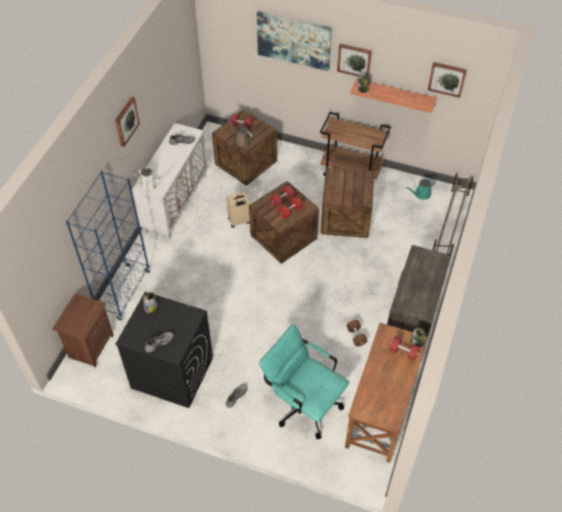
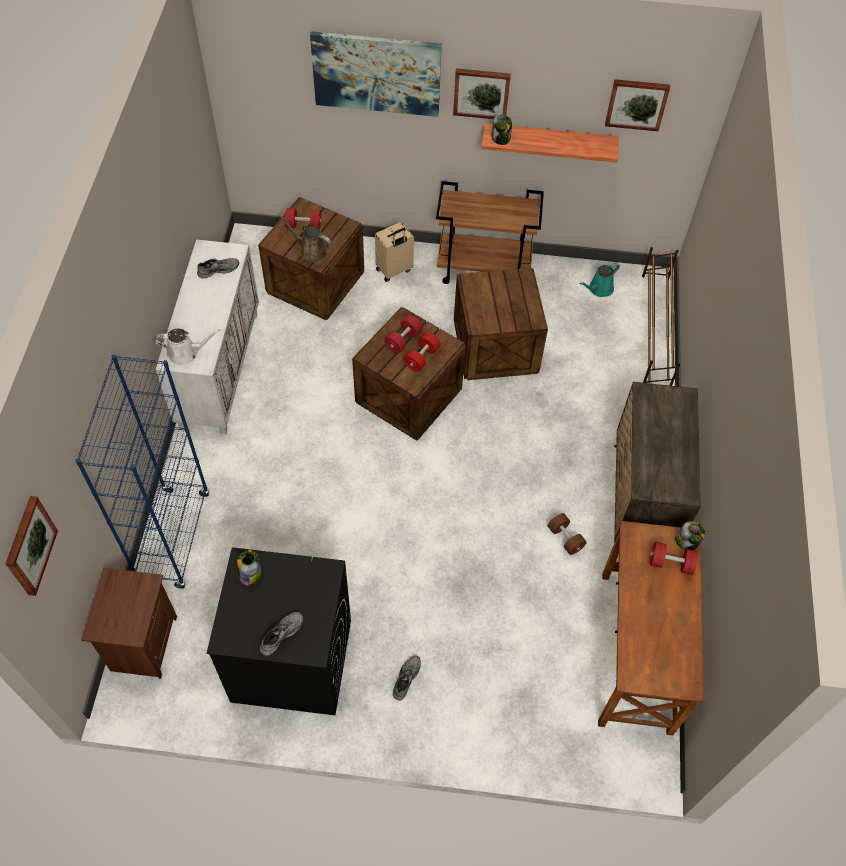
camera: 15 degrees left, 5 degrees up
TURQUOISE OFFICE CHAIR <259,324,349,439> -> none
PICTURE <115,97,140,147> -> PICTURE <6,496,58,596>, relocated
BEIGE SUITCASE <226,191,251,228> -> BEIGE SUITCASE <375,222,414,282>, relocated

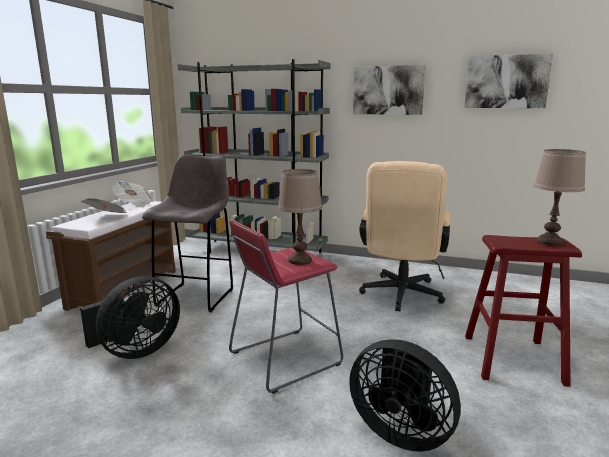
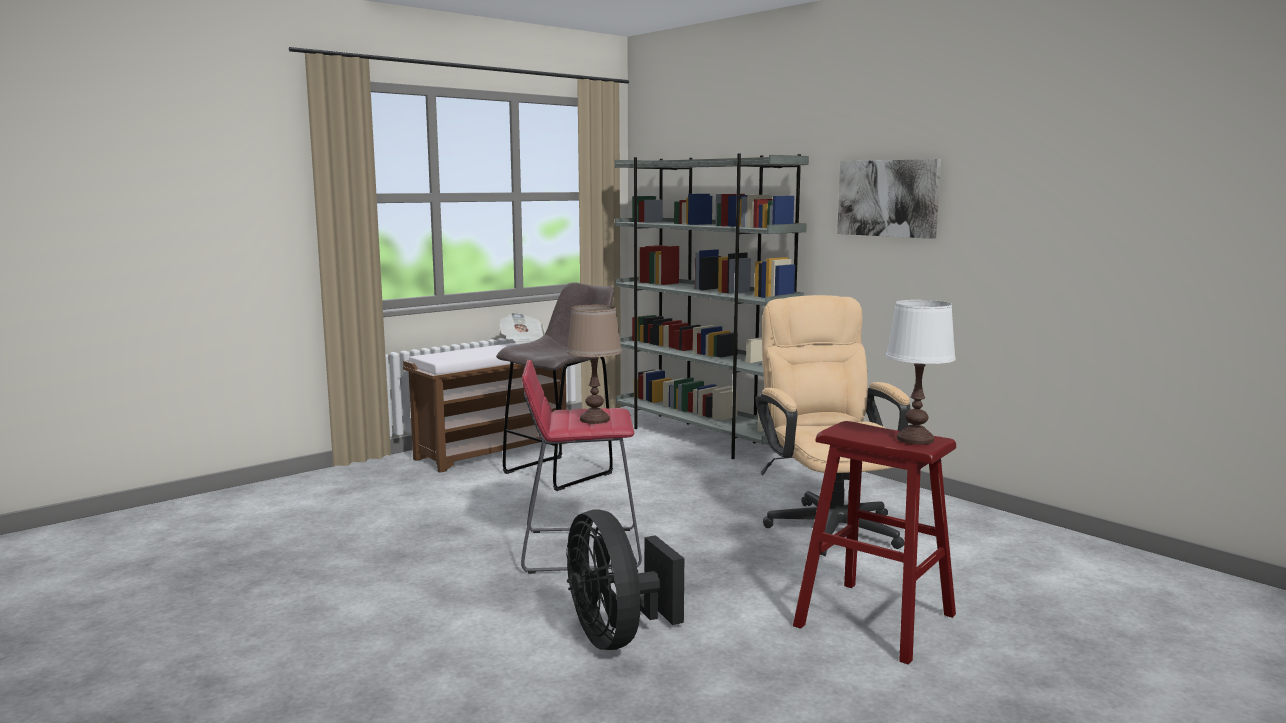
camera: 30 degrees right, 5 degrees down
BLACK FAN <80,276,180,359> -> none
NEWSPAPER <81,198,127,213> -> none
PICTURE <464,54,553,108> -> none
BROWN TABLE LAMP <534,149,586,246> -> WHITE TABLE LAMP <885,300,956,445>
BEIGE OFFICE CHAIR <359,161,451,311> -> BEIGE OFFICE CHAIR <755,295,910,556>, 120 degrees clockwise

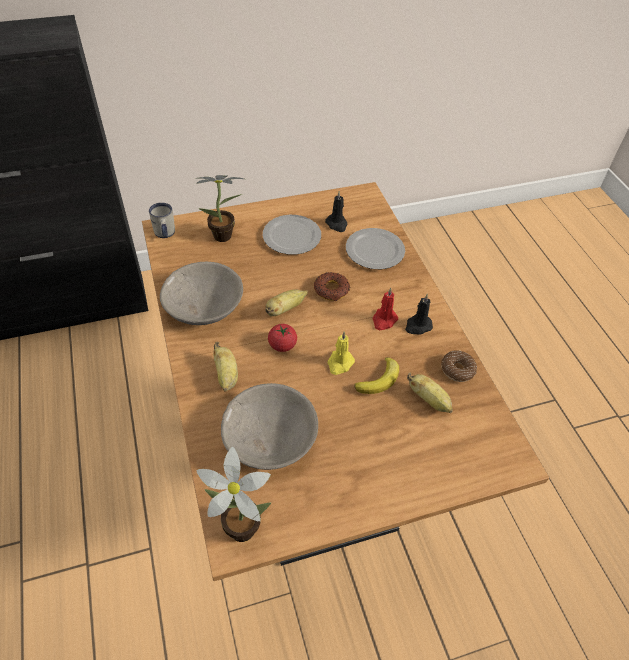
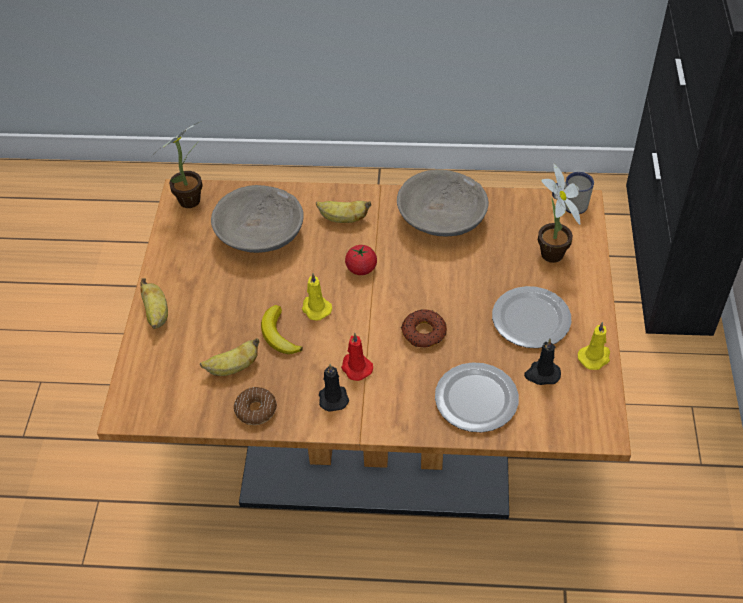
camera: 115 degrees right, 0 degrees up
none -> YELLOW CANDLE <578,322,610,370>
BANANA <265,289,308,316> -> BANANA <140,278,168,329>, relocated

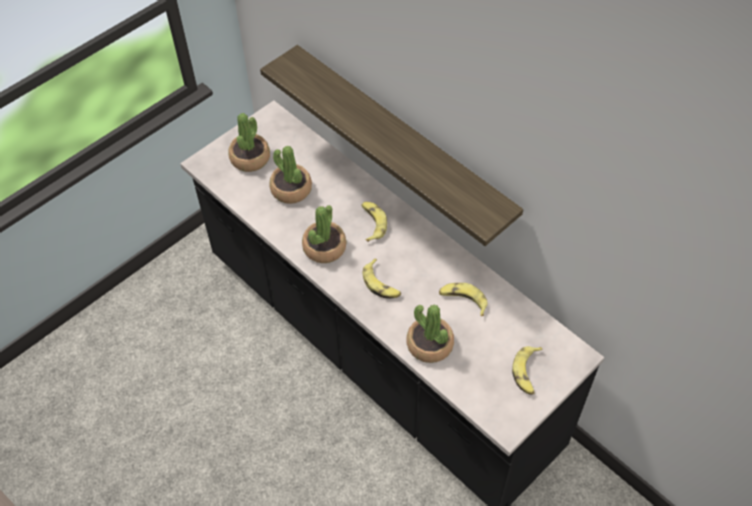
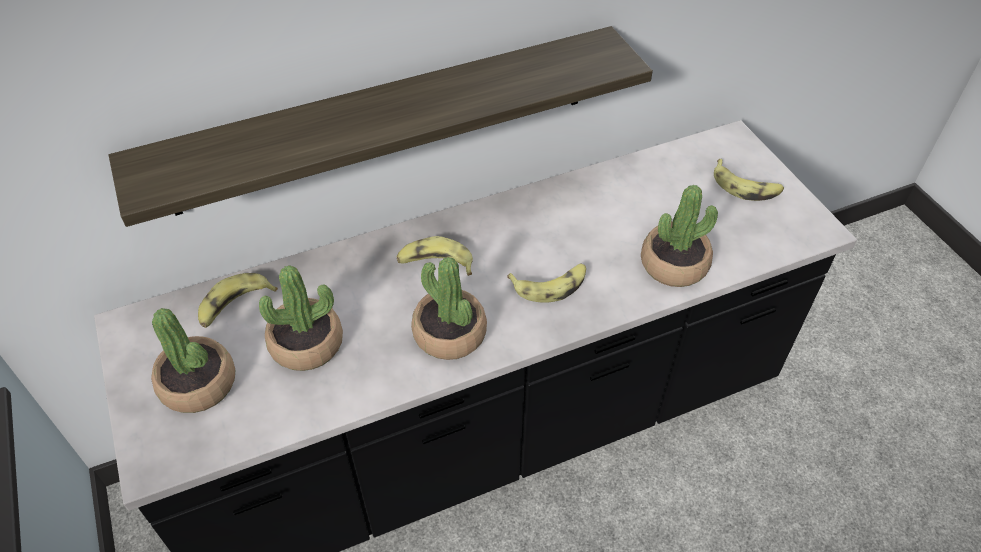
camera: 70 degrees left, 5 degrees down
BANANA <439,283,487,316> -> BANANA <198,273,278,328>, relocated

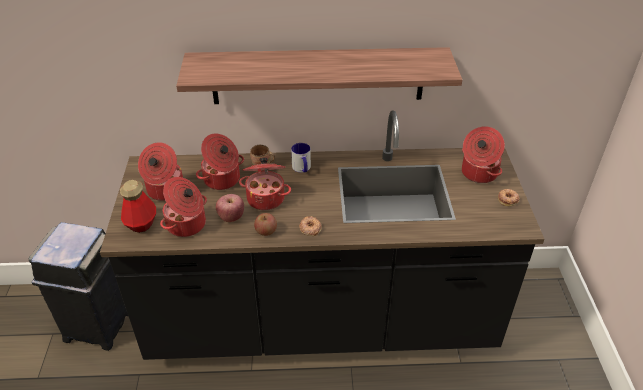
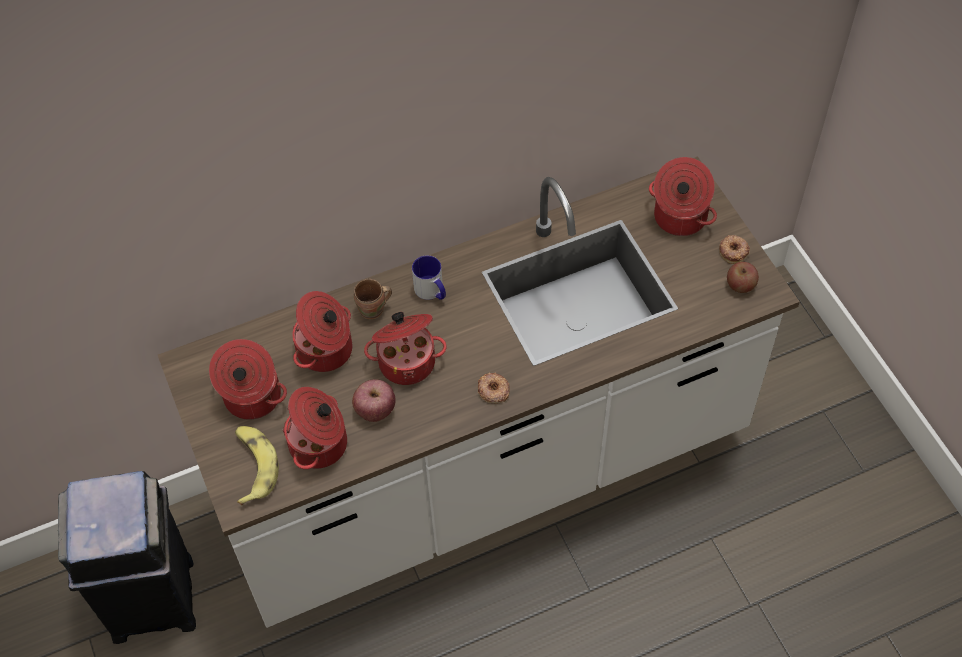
camera: 20 degrees left, 15 degrees up
SHELF <176,47,463,104> -> none
APPLE <254,213,277,236> -> APPLE <727,262,759,293>, relocated
BOTTLE <120,180,156,233> -> BANANA <235,426,279,505>
BLACK COUNTER <100,110,545,360> -> WHITE COUNTER <158,156,800,628>

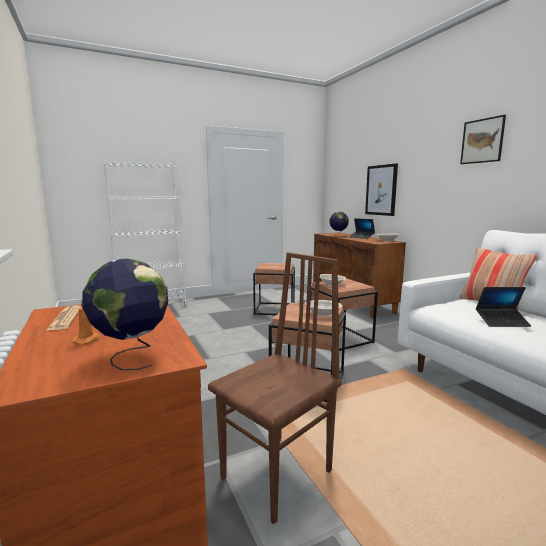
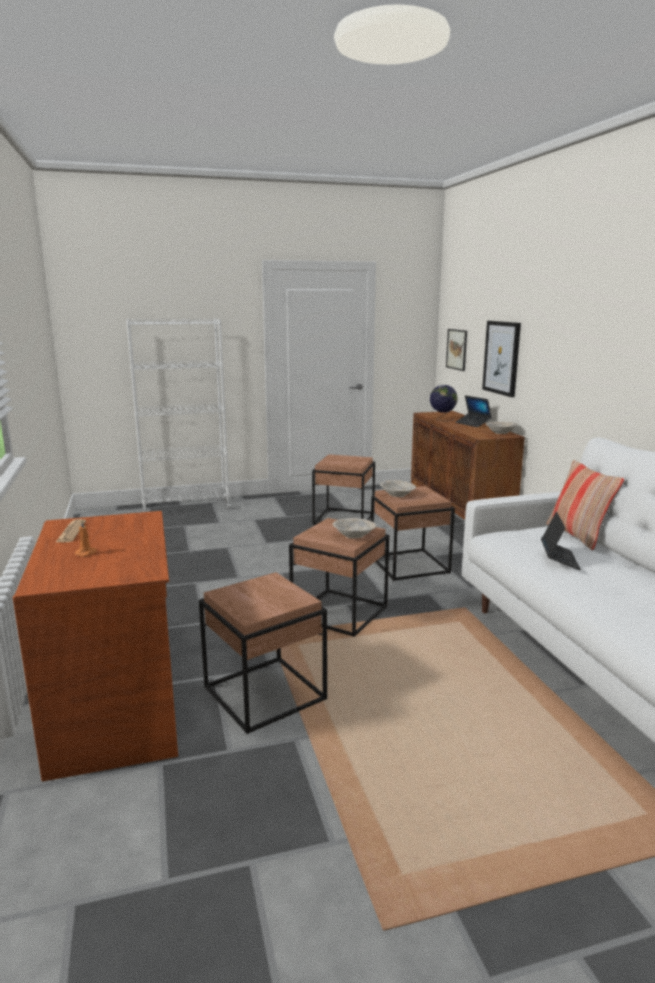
camera: 10 degrees right, 5 degrees up
GLOBE <82,259,168,370> -> none
PICTURE <460,115,506,164> -> PICTURE <446,329,467,371>, relocated
BROWN CHAIR <208,252,342,524> -> BROWN SIDE TABLE <199,572,327,735>
LAPTOP <476,287,531,327> -> LAPTOP <541,511,581,570>, 90 degrees counterclockwise

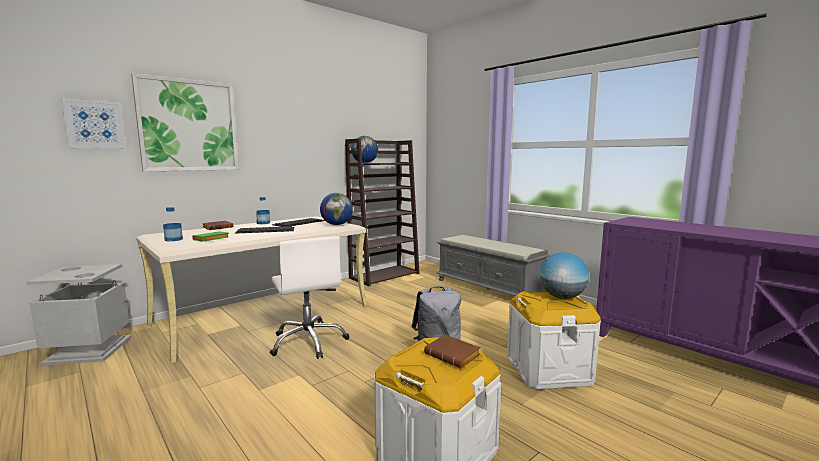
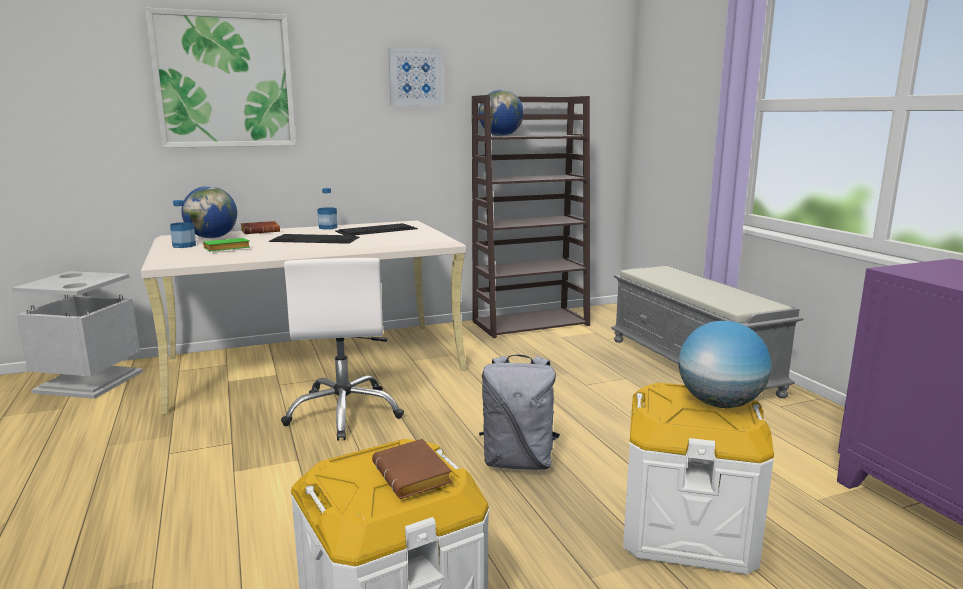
camera: 20 degrees right, 5 degrees up
PICTURE <61,98,126,149> -> PICTURE <388,48,443,106>, relocated
GLOBE <320,193,353,225> -> GLOBE <181,186,237,238>, relocated

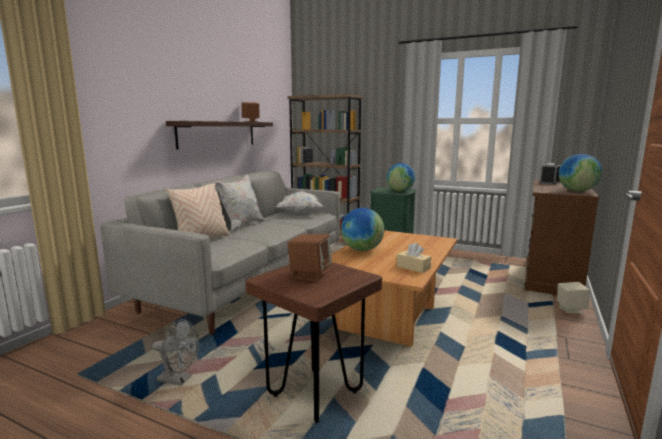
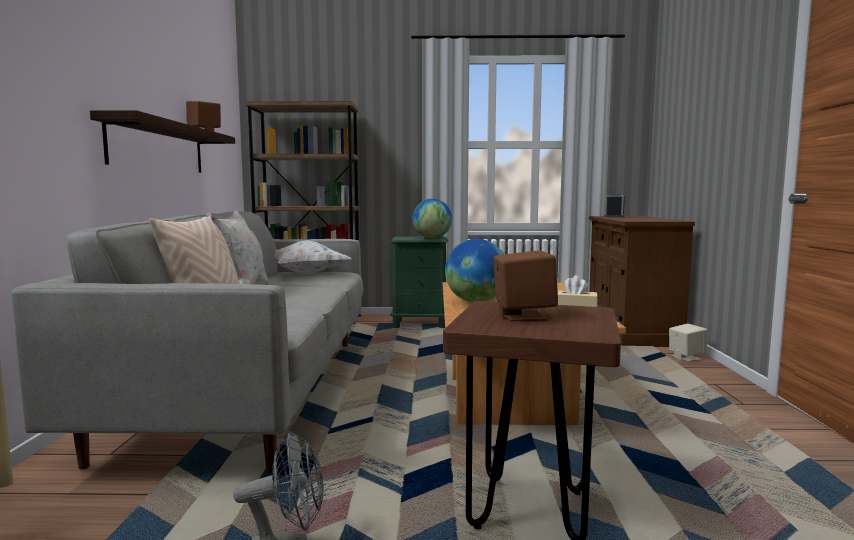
camera: 25 degrees left, 5 degrees down
GLOBE <559,154,602,191> -> none

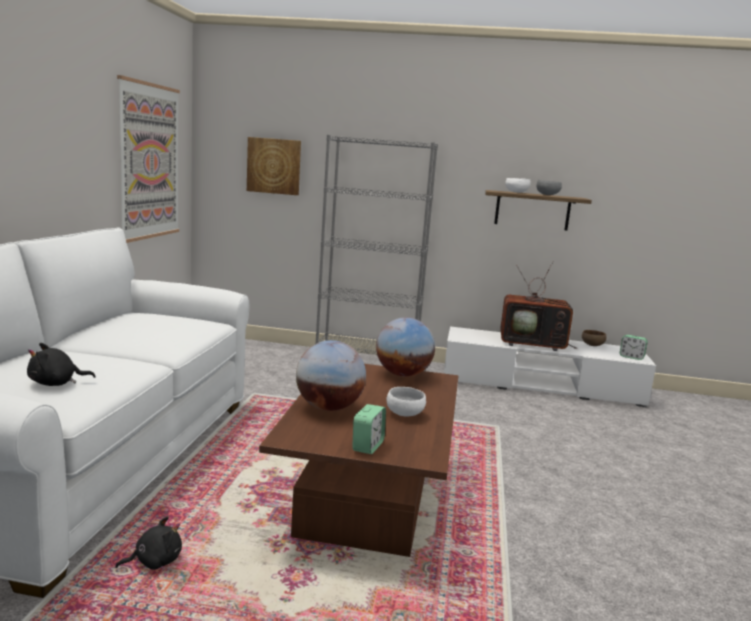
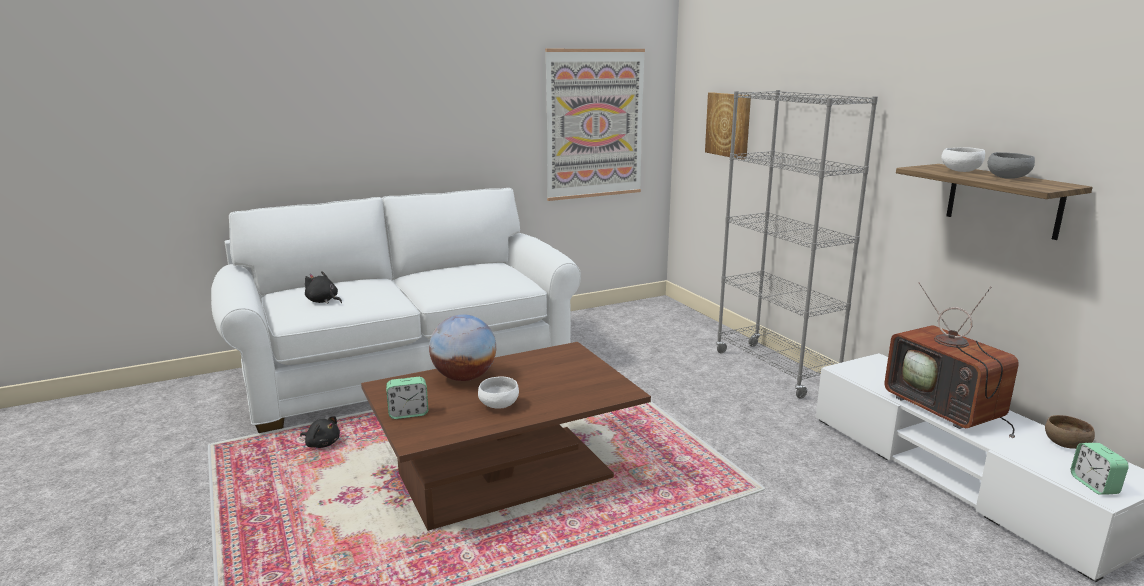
camera: 55 degrees right, 5 degrees up
GLOBE <376,317,435,377> -> none

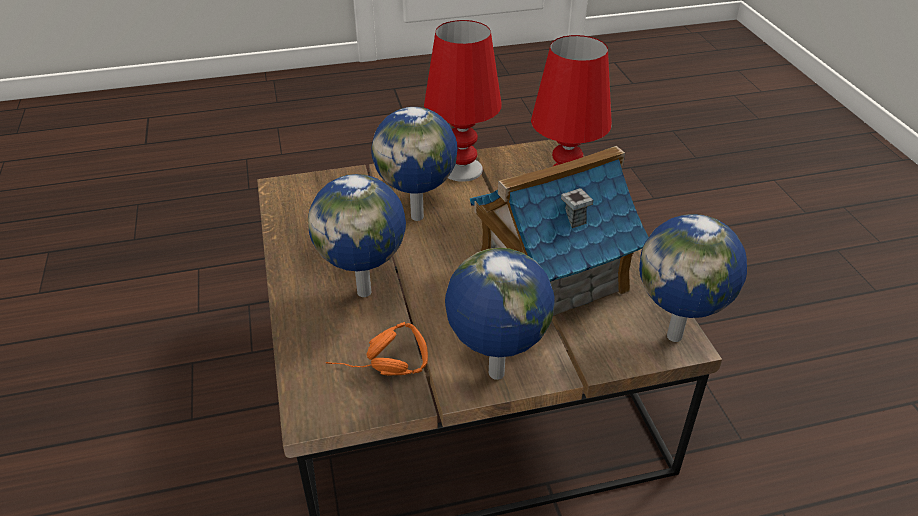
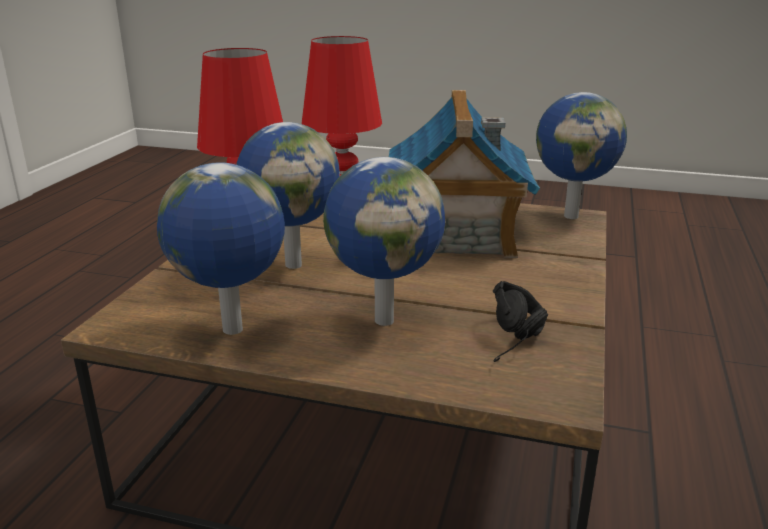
camera: 60 degrees left, 15 degrees down
GLOBE <445,248,555,380> -> GLOBE <157,162,285,335>, relocated
ORANGE HEADPHONES <325,322,428,375> -> BLACK HEADPHONES <493,281,548,362>

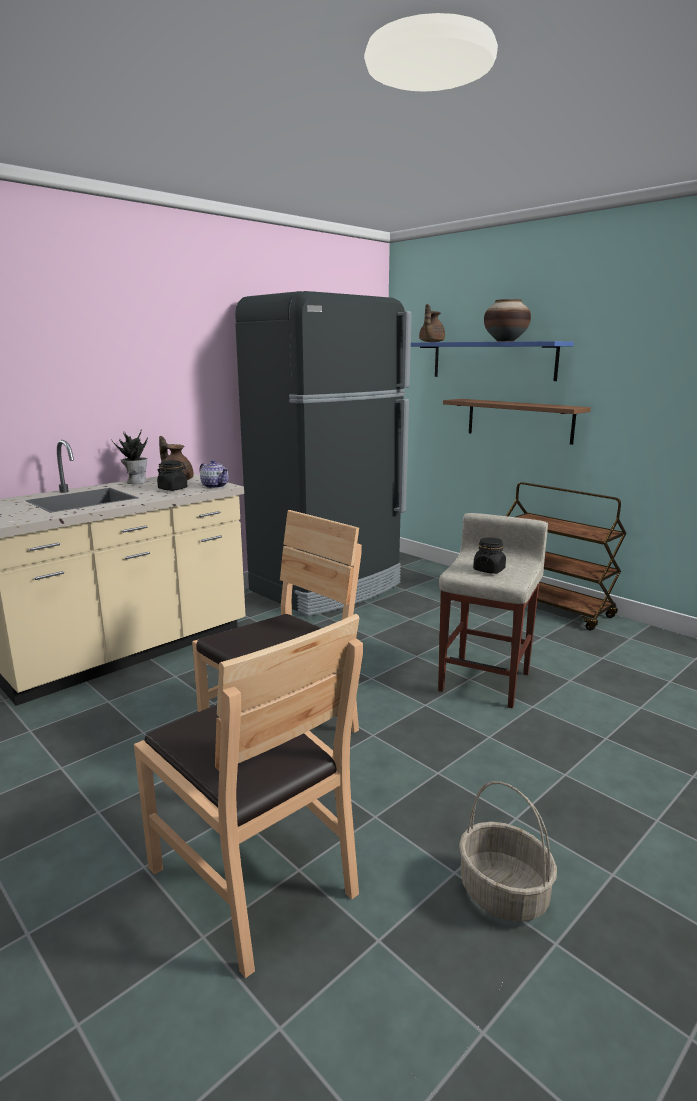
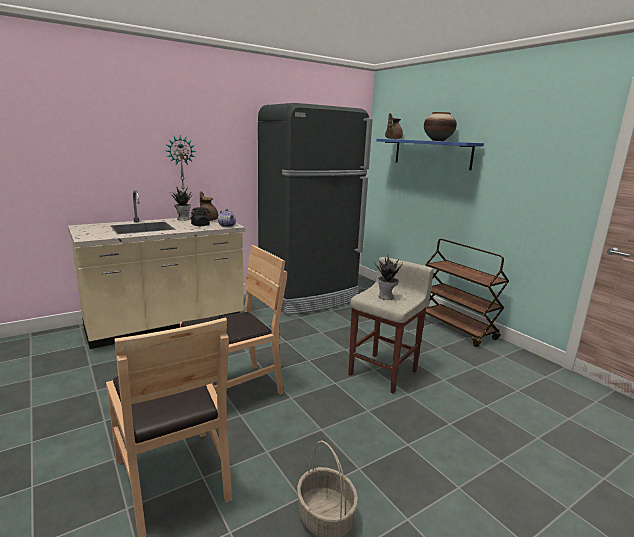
camera: 10 degrees right, 0 degrees up
BROWN SHELF <443,399,591,445> -> none
none -> WALL CLOCK <166,135,196,190>
BLACK JAR <473,537,506,574> -> POTTED PLANT <374,257,403,300>

